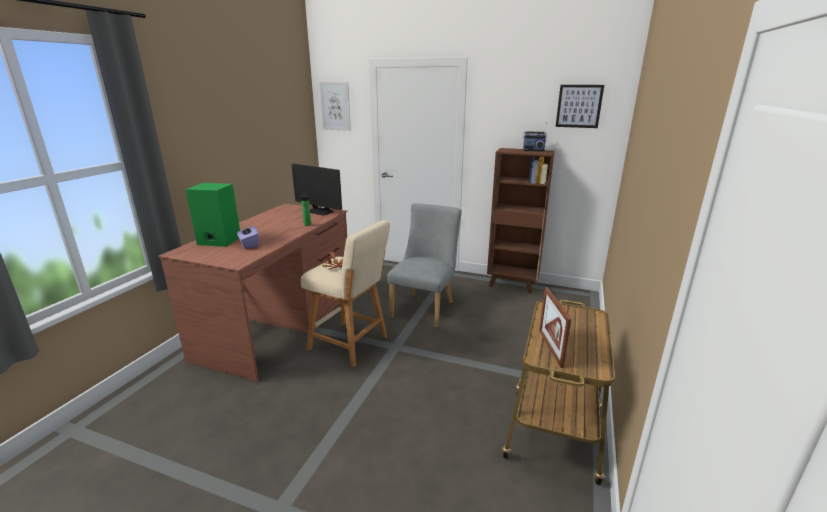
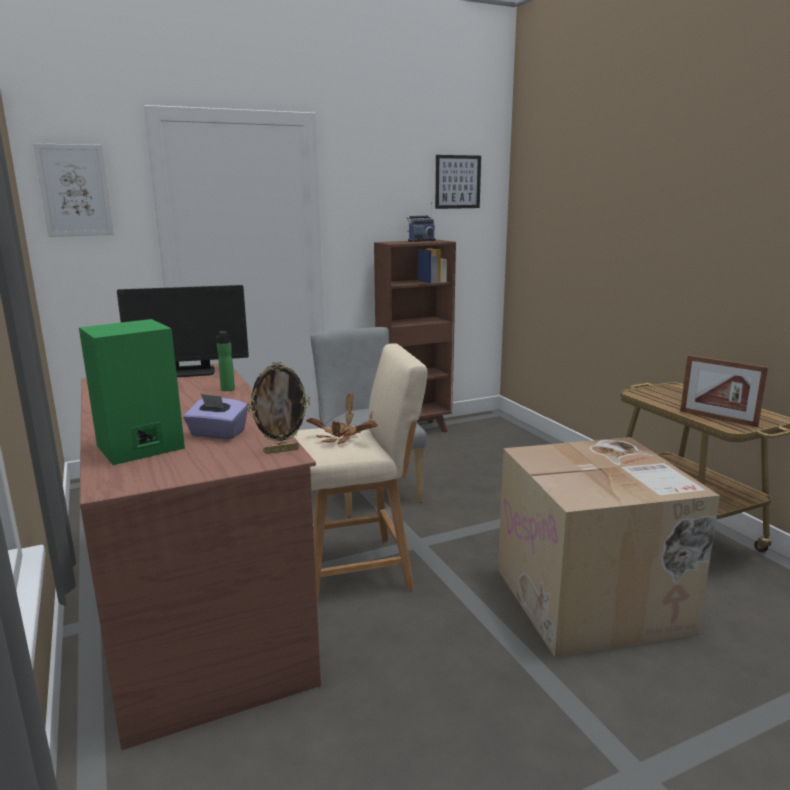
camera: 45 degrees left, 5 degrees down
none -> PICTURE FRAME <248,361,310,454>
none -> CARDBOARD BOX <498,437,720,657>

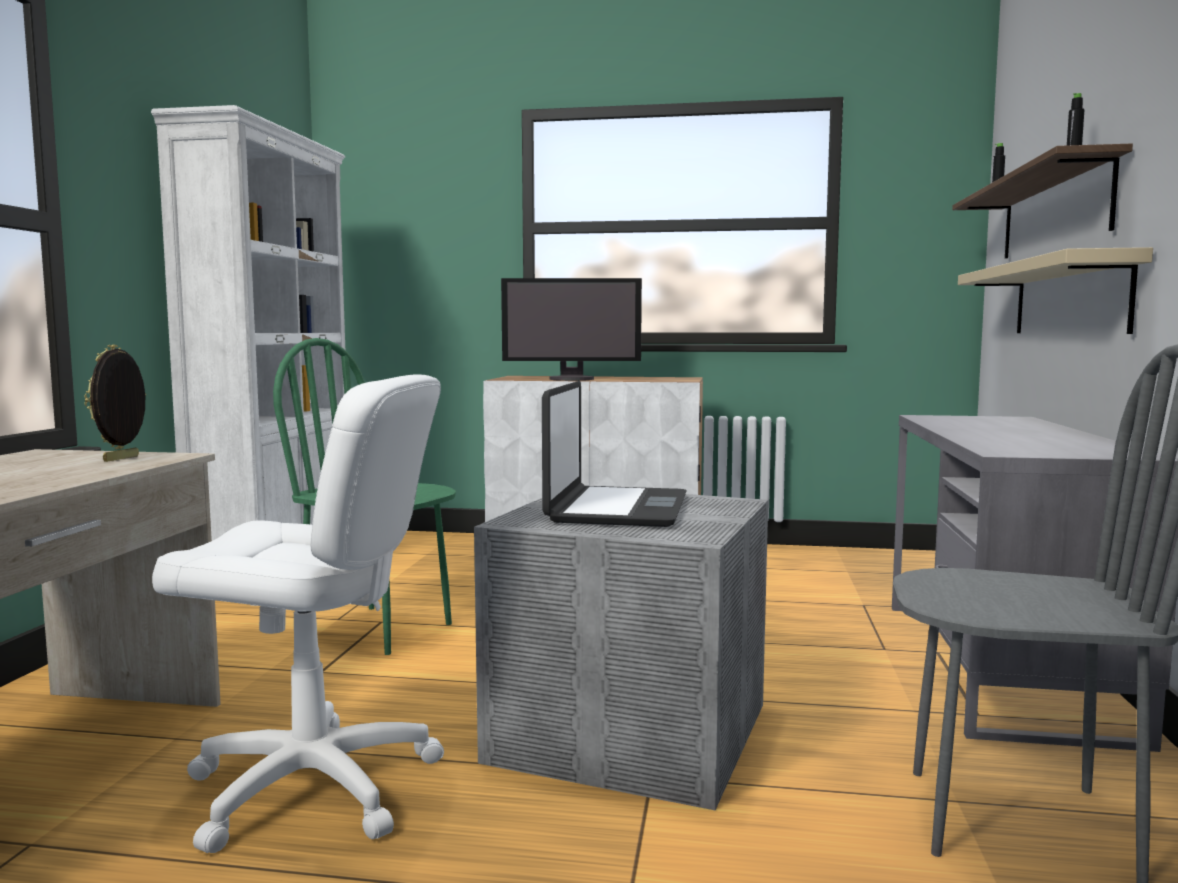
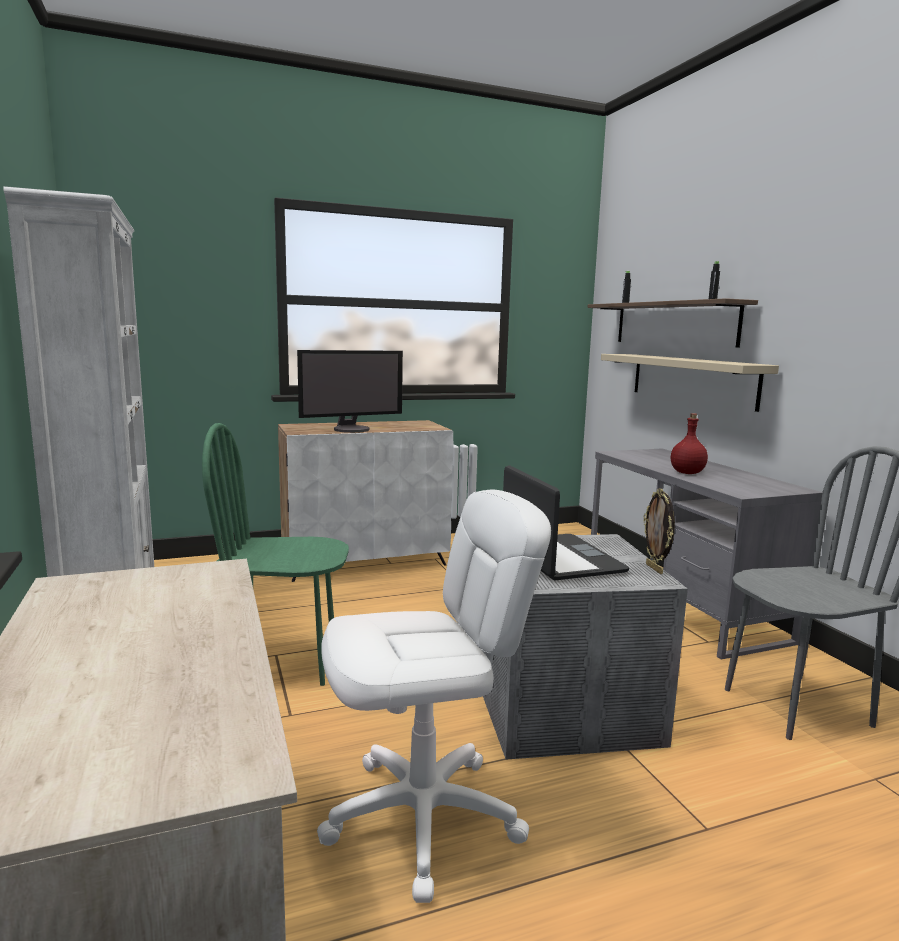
camera: 30 degrees left, 5 degrees up
none -> RED BOTTLE <671,413,708,474>
PICTURE FRAME <84,345,146,462> -> PICTURE FRAME <644,488,675,574>, relocated

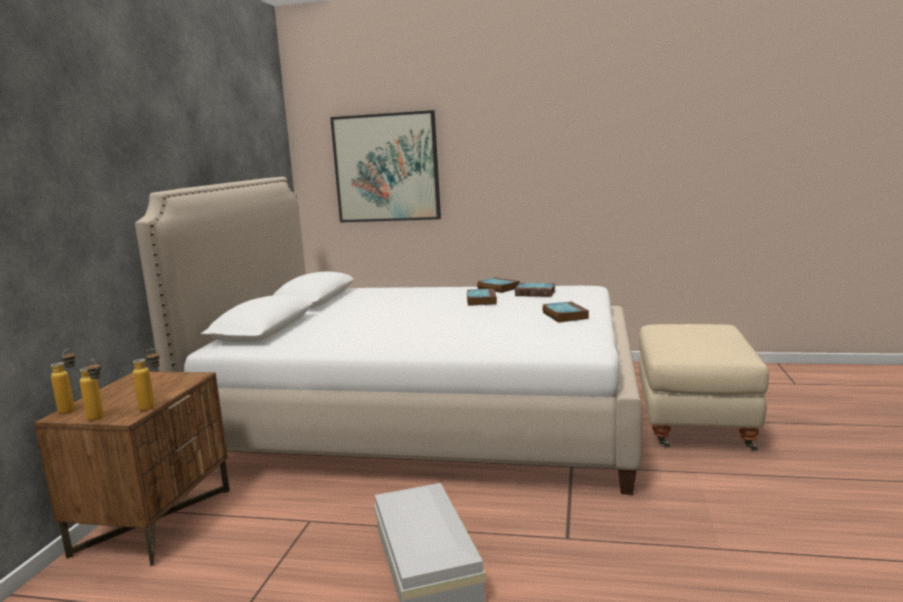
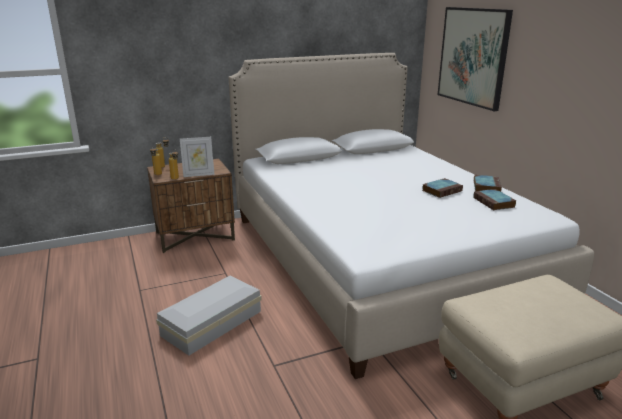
camera: 55 degrees right, 10 degrees up
BOOK <542,301,589,323> -> none
none -> PICTURE FRAME <180,137,215,177>

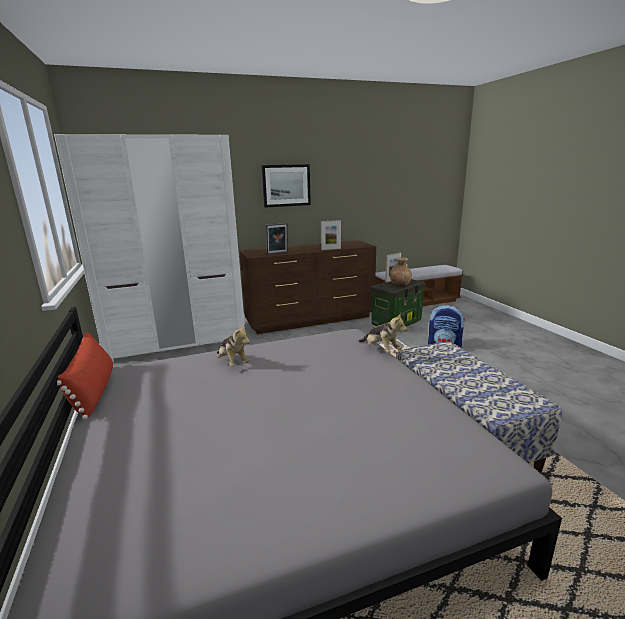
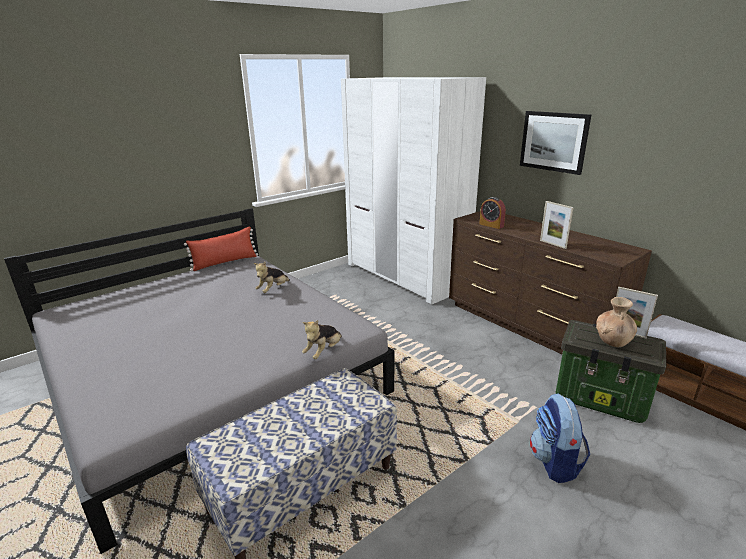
camera: 70 degrees right, 5 degrees up
PICTURE FRAME <266,223,288,255> -> ALARM CLOCK <479,197,506,229>

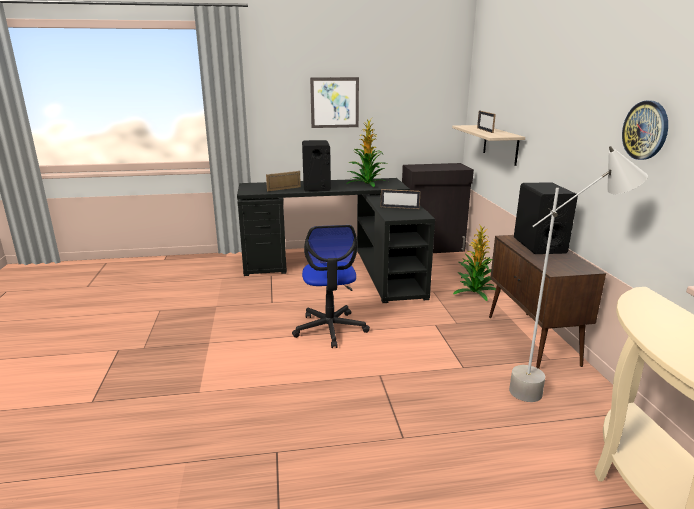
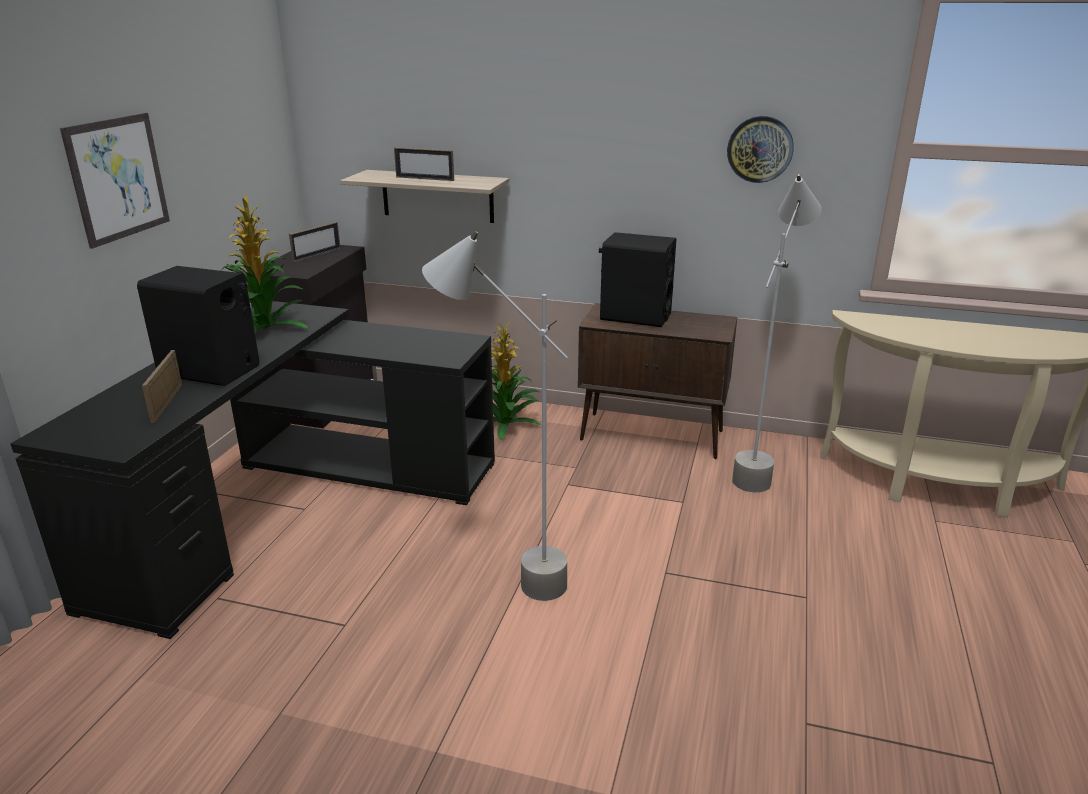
camera: 65 degrees left, 5 degrees up
PICTURE FRAME <381,189,421,209> -> PICTURE FRAME <289,222,341,262>, relocated
OFFICE CHAIR <292,225,370,348> -> GREY FLOOR LAMP <422,231,568,601>

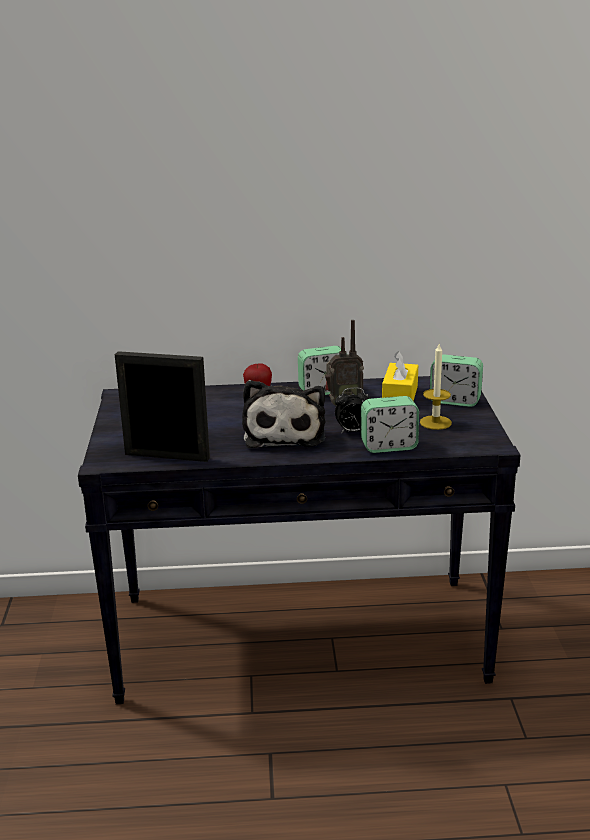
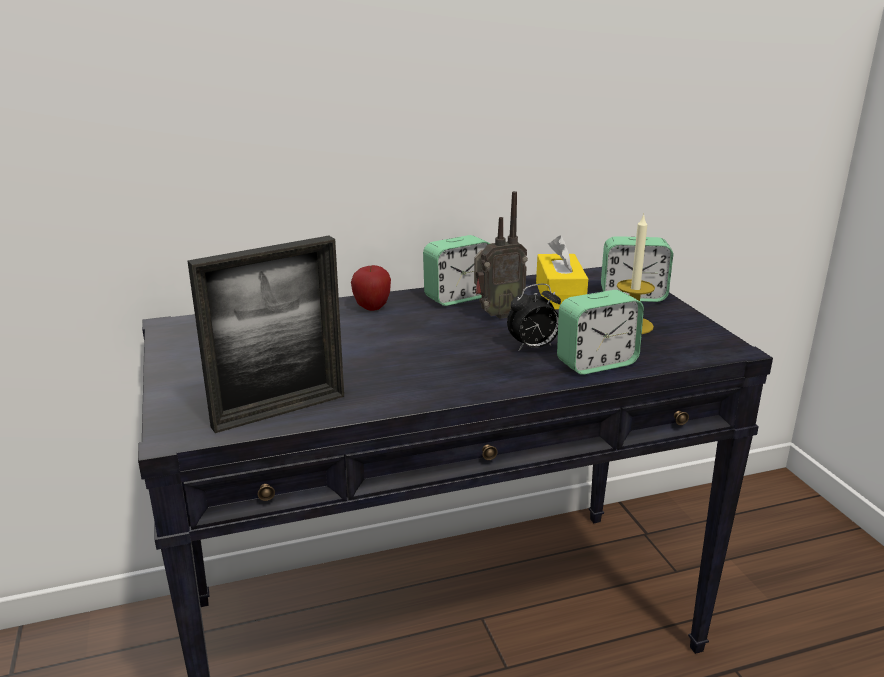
camera: 15 degrees left, 0 degrees up
PLUSH TOY <242,380,326,448> -> none
PICTURE FRAME <115,351,210,462> -> PICTURE FRAME <187,236,344,433>, 150 degrees clockwise

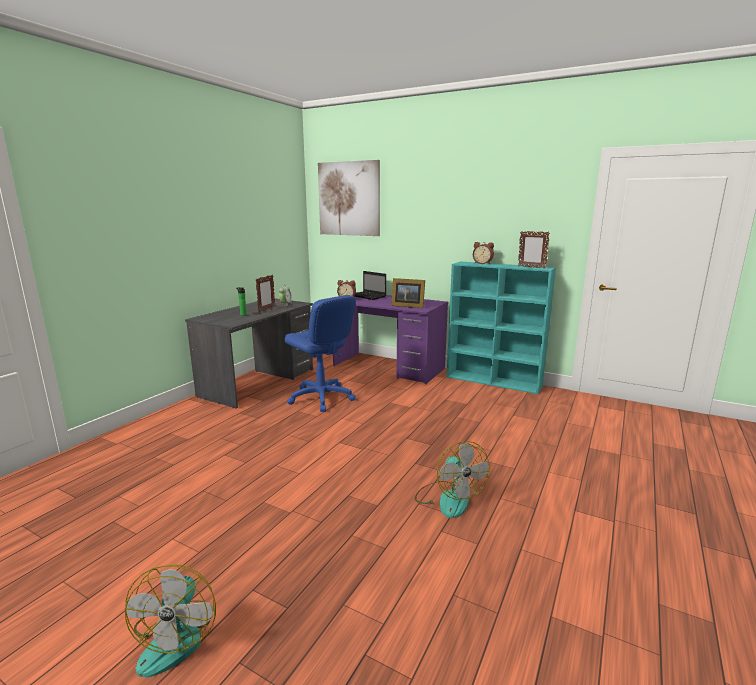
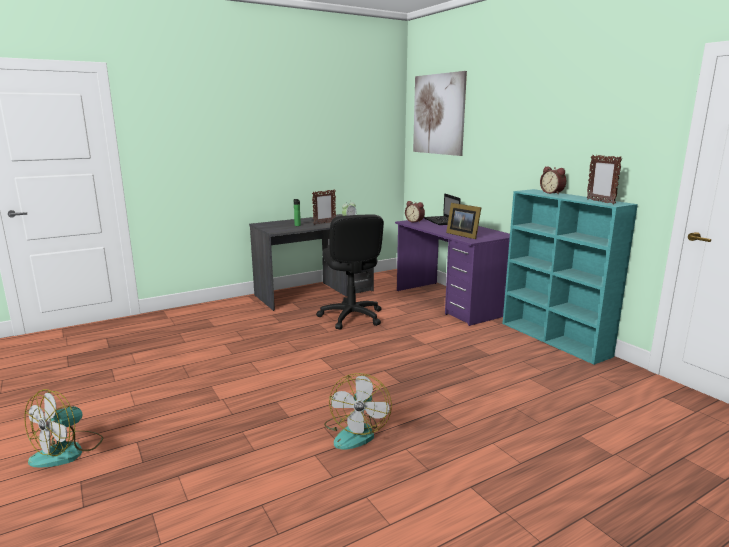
camera: 30 degrees right, 0 degrees up
BLUE OFFICE CHAIR <285,295,356,412> -> BLACK OFFICE CHAIR <316,214,384,330>

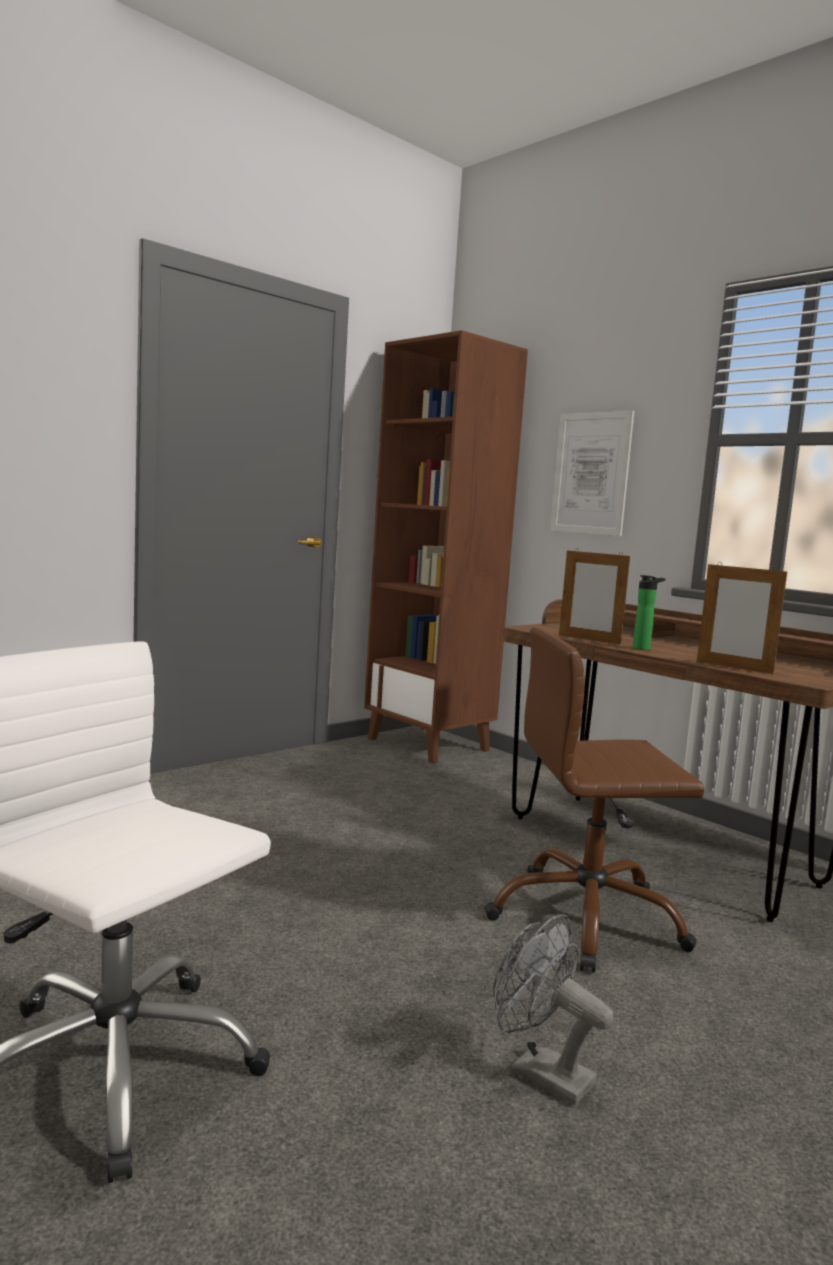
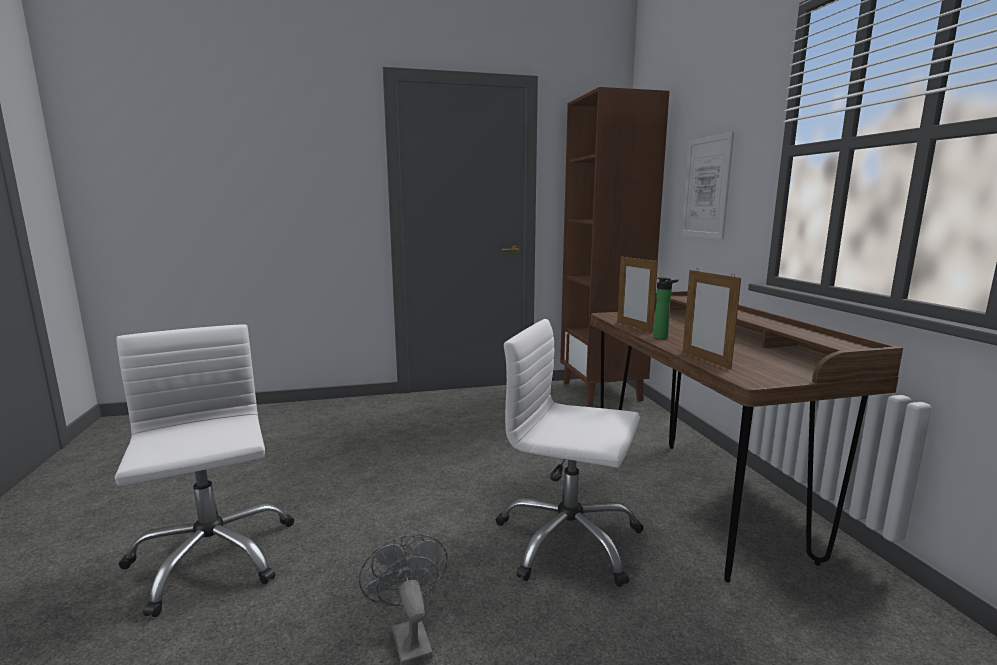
camera: 30 degrees right, 5 degrees up
BROWN OFFICE CHAIR <484,627,705,973> -> WHITE OFFICE CHAIR <496,319,644,587>

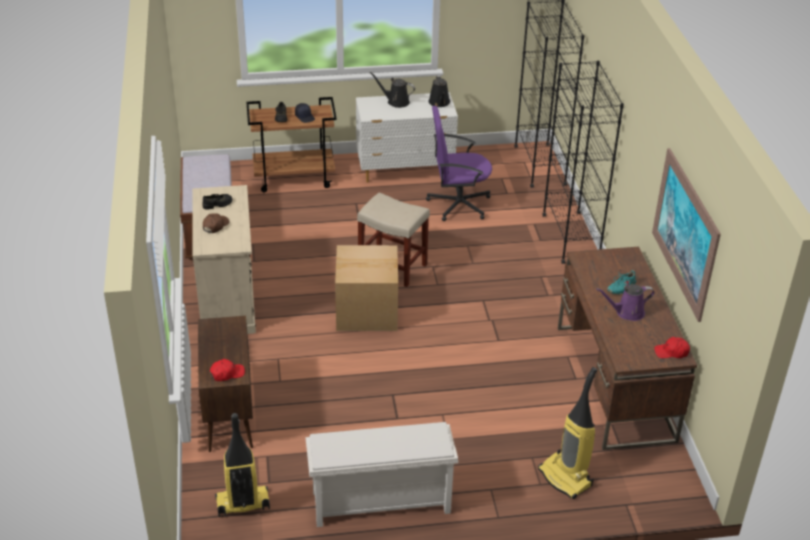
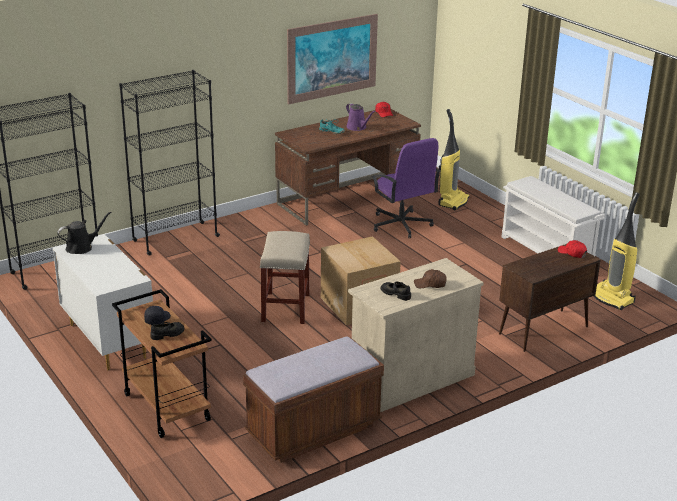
camera: 115 degrees left, 10 degrees down
BLACK WATERING CAN <370,72,415,108> -> none
PURPLE OFFICE CHAIR <426,106,492,221> -> PURPLE OFFICE CHAIR <372,138,440,239>, relocated

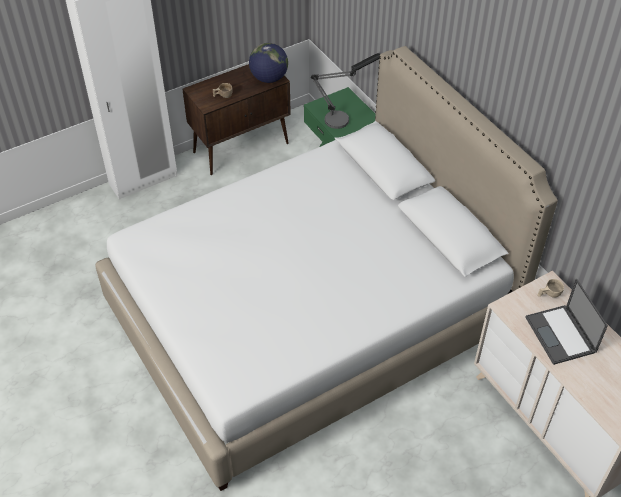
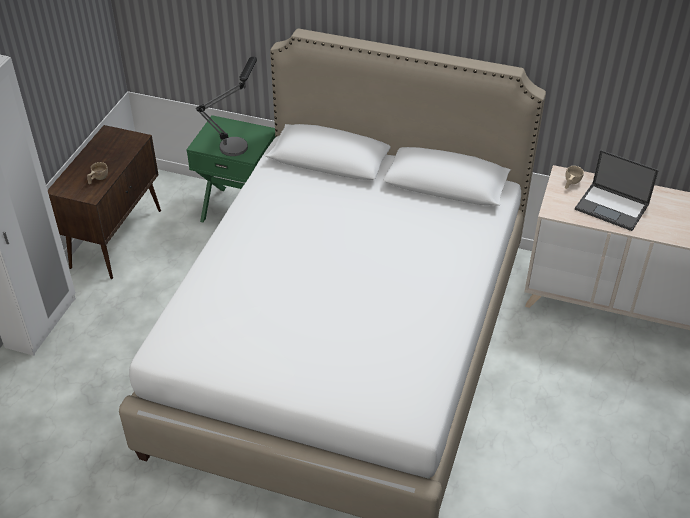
camera: 40 degrees left, 5 degrees down
GLOBE <249,43,288,83> -> none

